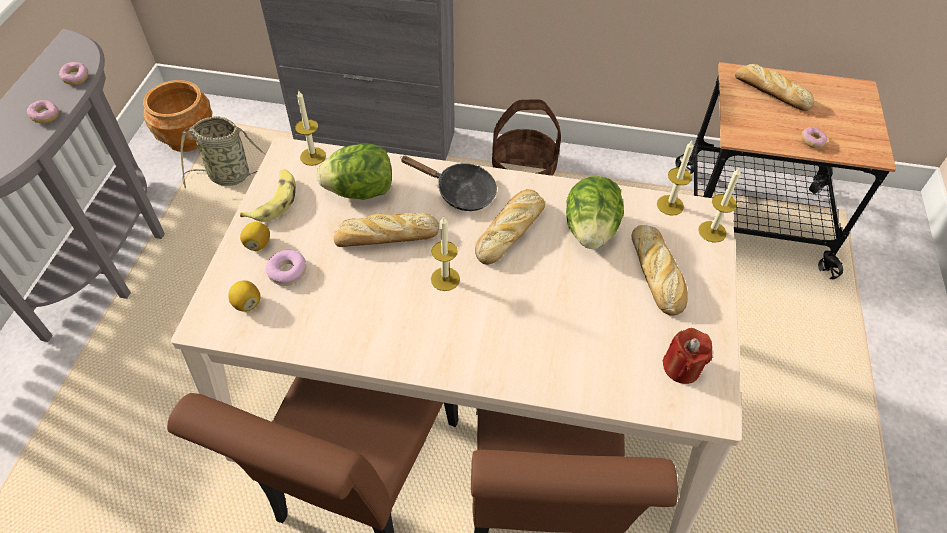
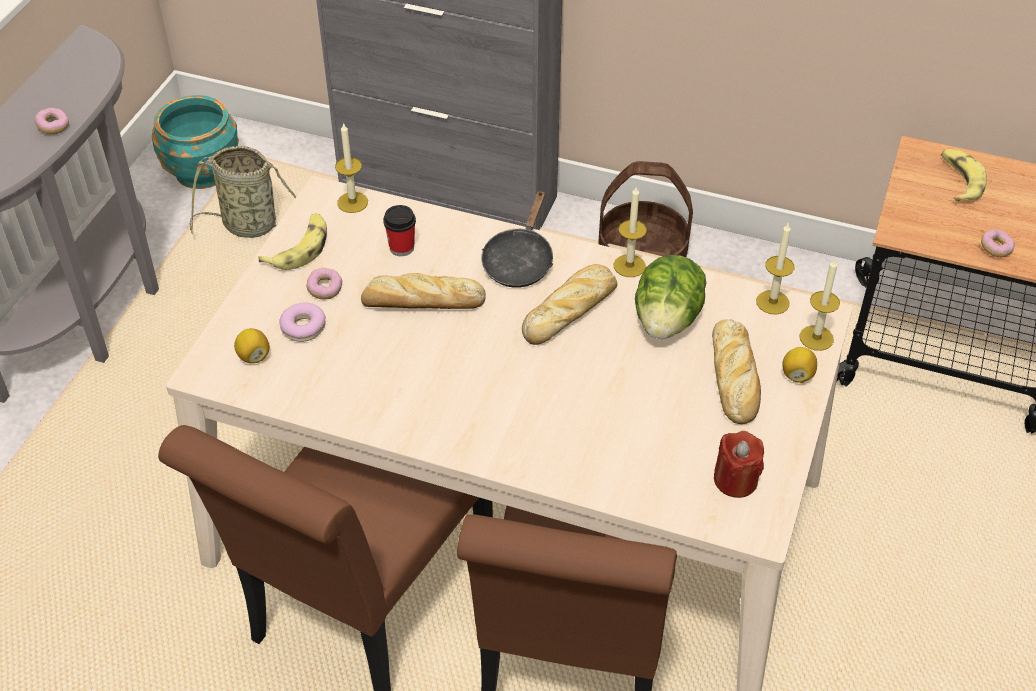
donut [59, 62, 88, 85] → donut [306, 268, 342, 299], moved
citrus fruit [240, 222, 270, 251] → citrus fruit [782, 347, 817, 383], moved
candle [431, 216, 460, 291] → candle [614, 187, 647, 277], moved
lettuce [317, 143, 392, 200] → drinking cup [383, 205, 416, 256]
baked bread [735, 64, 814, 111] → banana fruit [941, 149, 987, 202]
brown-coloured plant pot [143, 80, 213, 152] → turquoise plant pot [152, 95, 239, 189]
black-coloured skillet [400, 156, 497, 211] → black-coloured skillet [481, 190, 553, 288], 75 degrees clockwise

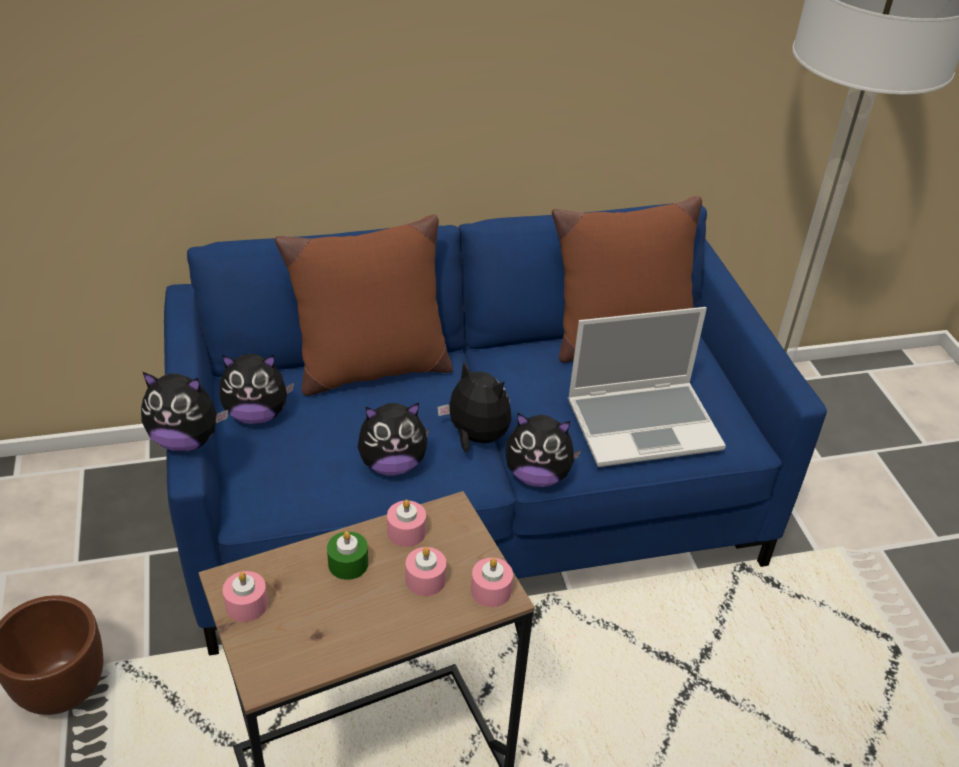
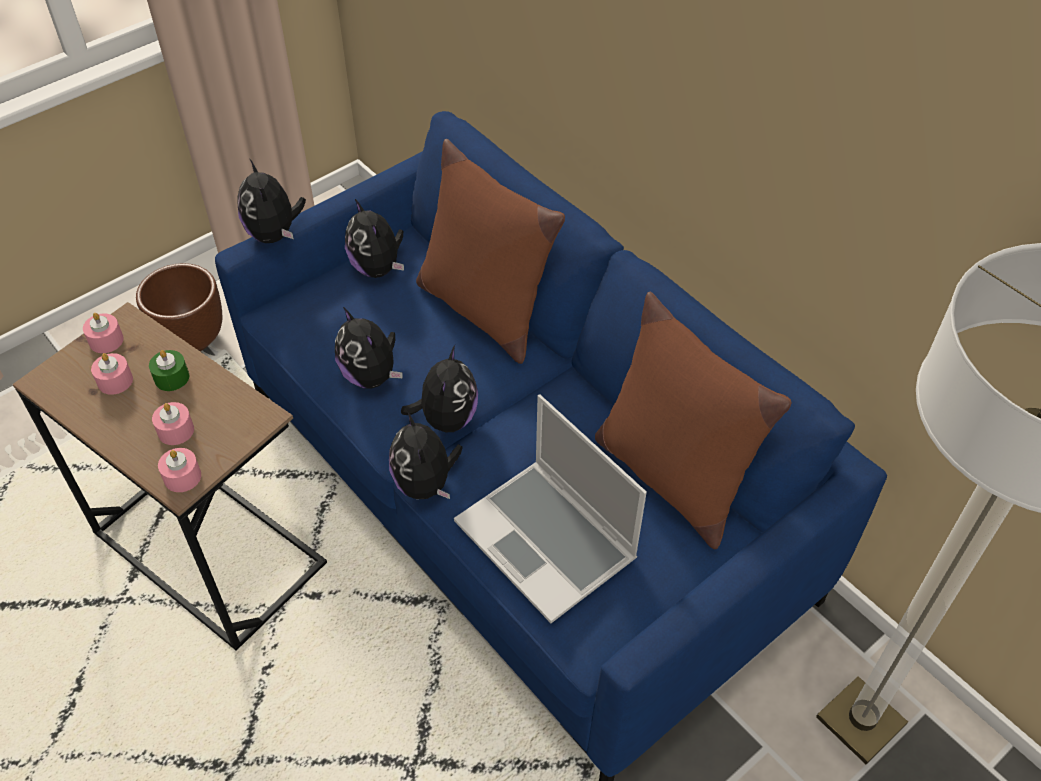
pink candle [387, 500, 426, 547] → pink candle [91, 353, 133, 395], moved

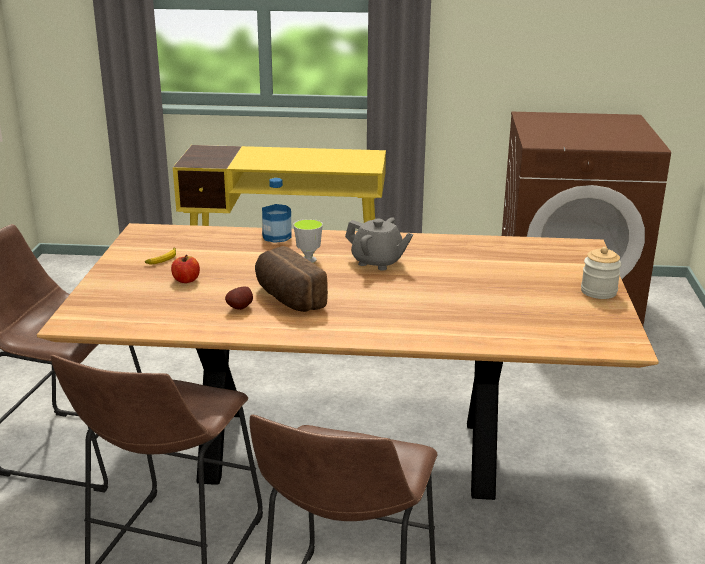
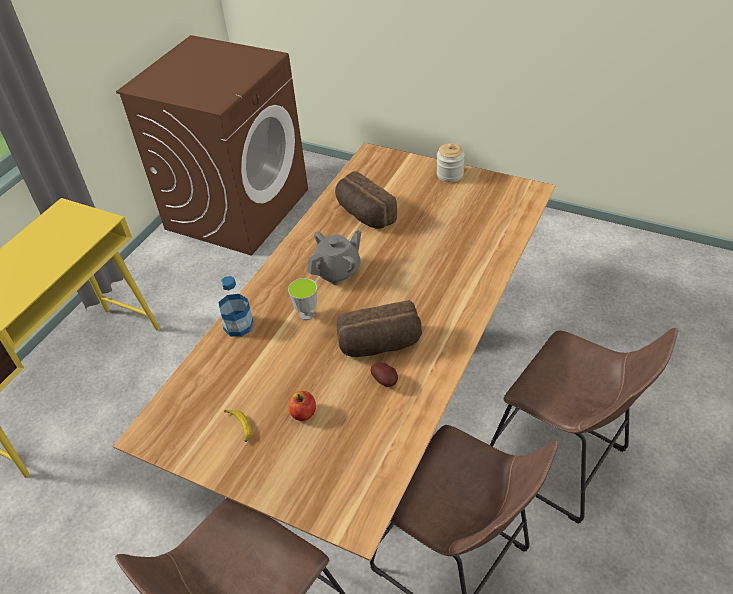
- → baked bread [335, 171, 397, 229]

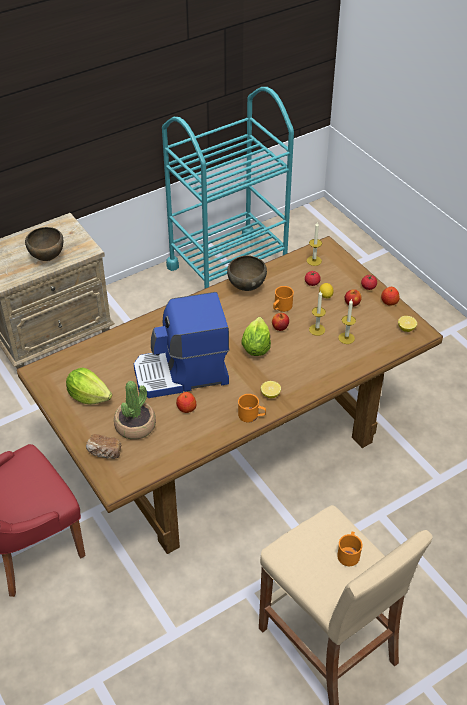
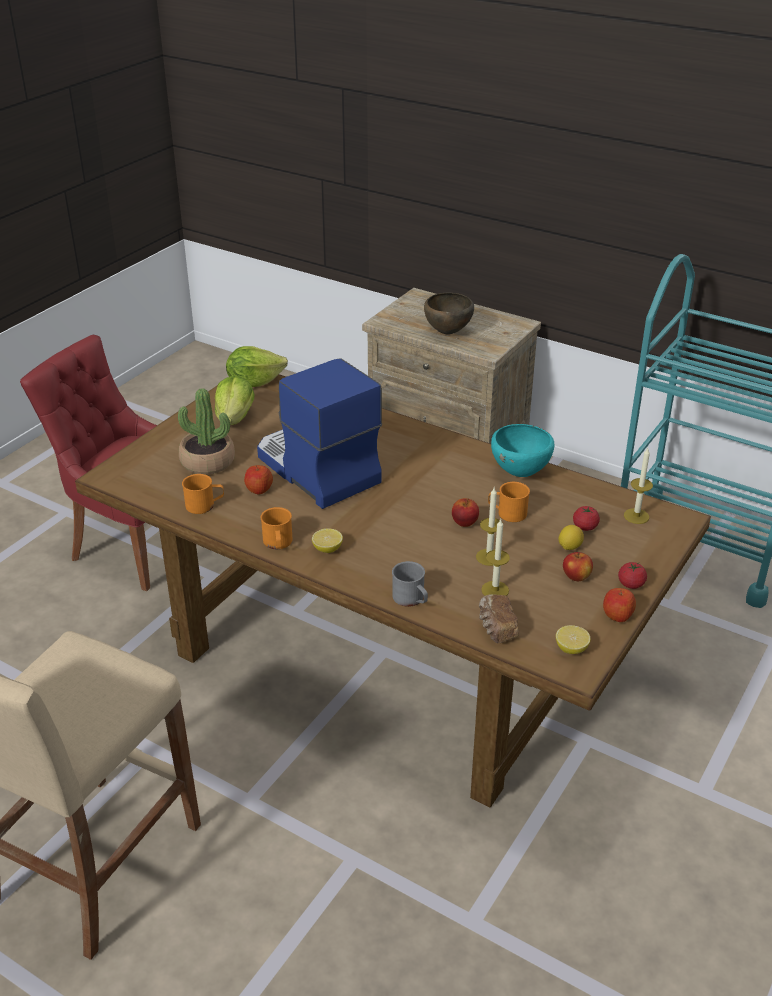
- → greyish mug [392, 561, 428, 607]
baked bread [86, 434, 121, 459] → baked bread [479, 594, 519, 643], moved
lettuce [241, 317, 271, 356] → lettuce [226, 346, 288, 387], moved
orangey mug [337, 532, 363, 566] → orangey mug [182, 474, 224, 514], moved
brown-coloured deep dish [227, 255, 267, 291] → turquoise deep dish [491, 424, 554, 477]

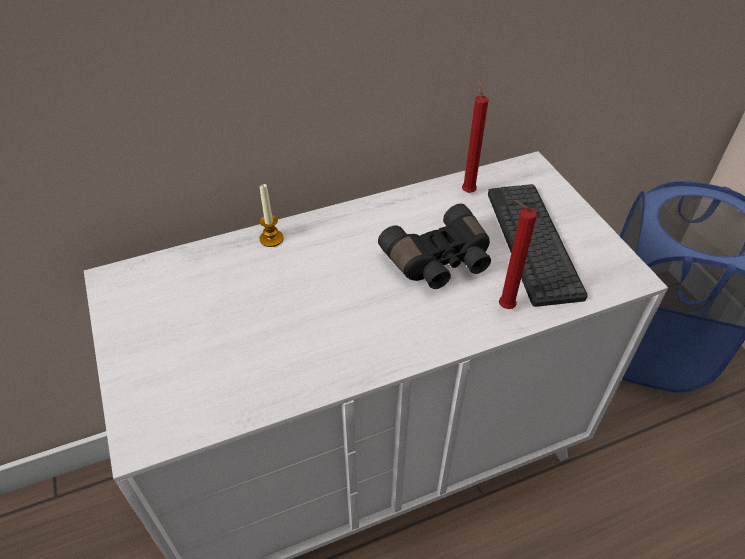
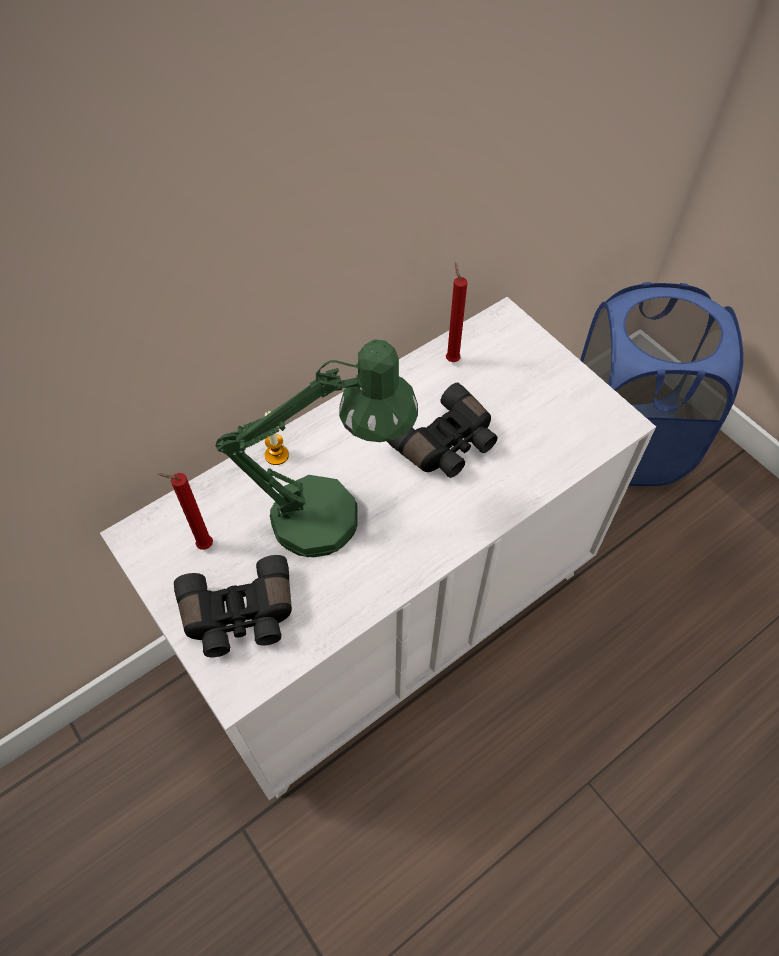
PC keyboard [488, 184, 588, 307] → -
- → black-coloured field glasses [174, 555, 292, 657]
- → greenish lamp for a table [216, 339, 418, 557]
reddish candle [499, 200, 537, 309] → reddish candle [158, 473, 213, 550], moved

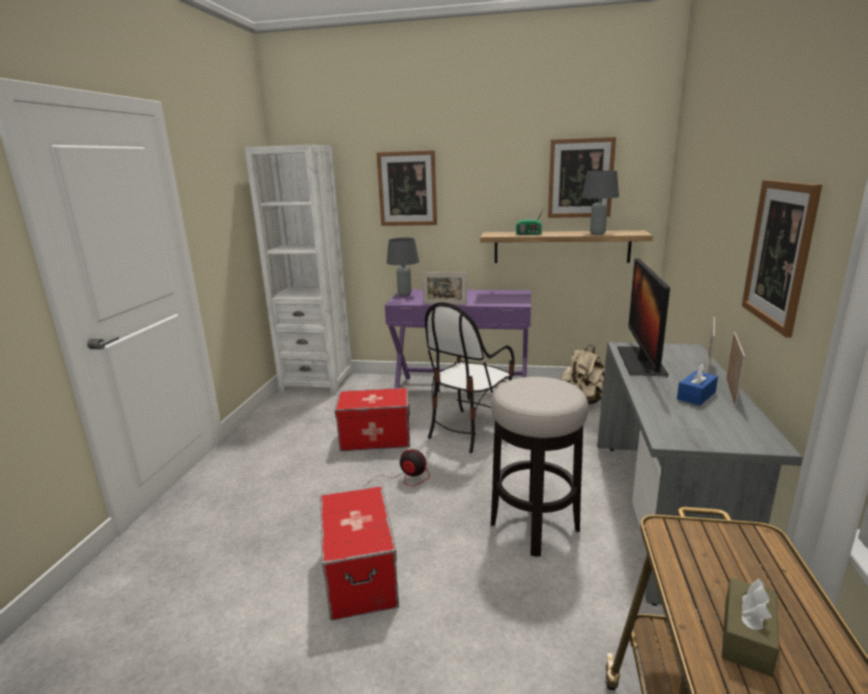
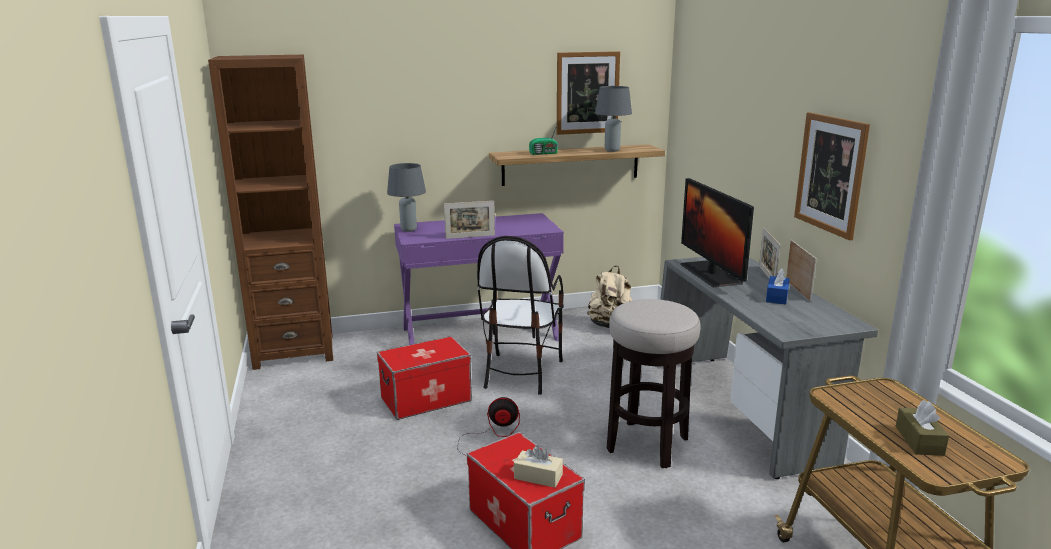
wall picture [377, 150, 437, 226] → -
- → beige-coloured tissue box [514, 445, 563, 488]
white bookcase [245, 145, 353, 394] → brown-coloured bookcase [208, 55, 333, 370]

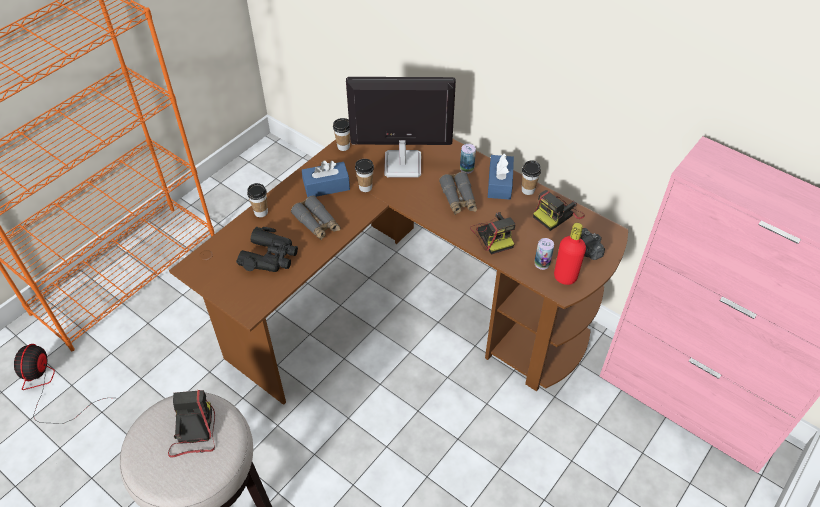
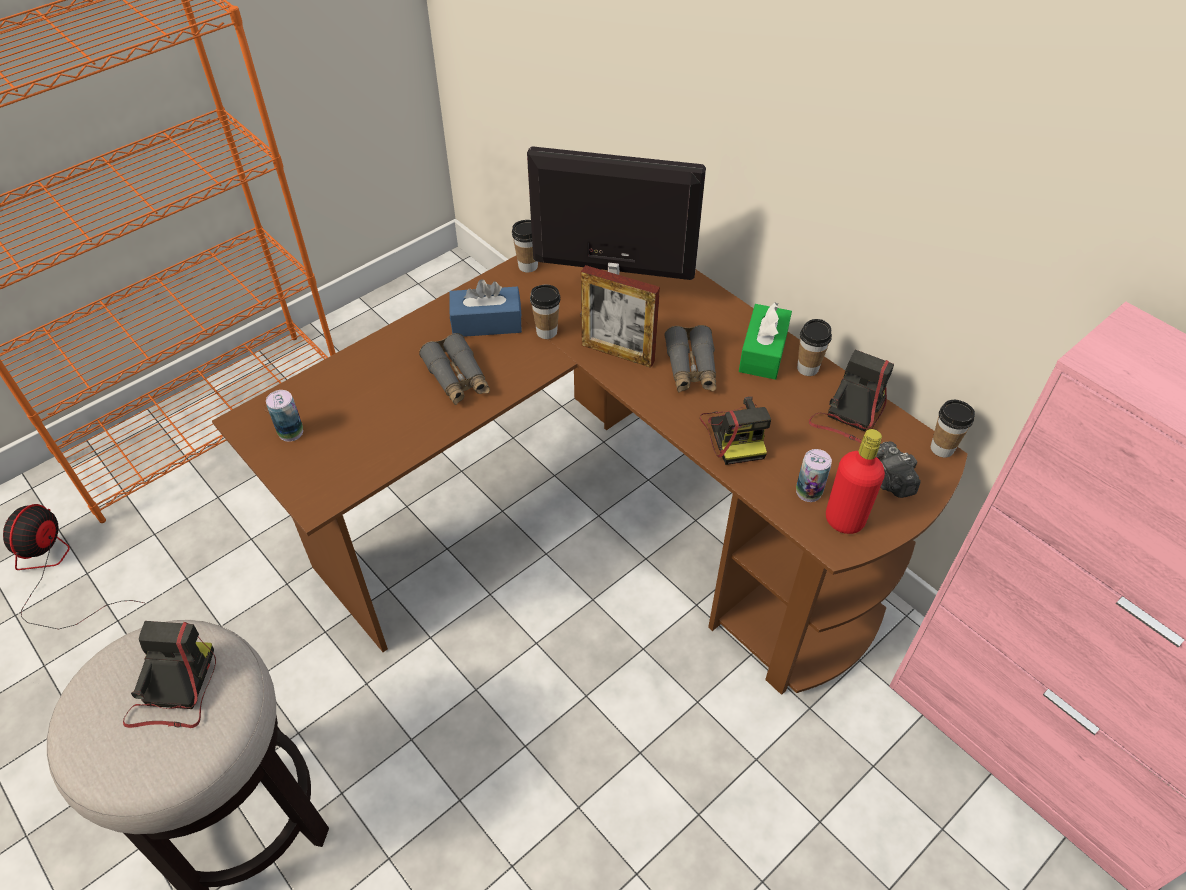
black-coloured field glasses [236, 227, 298, 272] → -
- → standing frame [581, 265, 660, 368]
drinking cup [247, 183, 268, 217] → drinking cup [931, 400, 975, 458], moved
metal can [460, 144, 476, 174] → metal can [266, 390, 303, 442], moved
blue-coloured tissue box [488, 153, 514, 200] → greenish tissue box [739, 302, 792, 380]
photo camera [533, 190, 585, 231] → photo camera [809, 350, 894, 443], 150 degrees clockwise

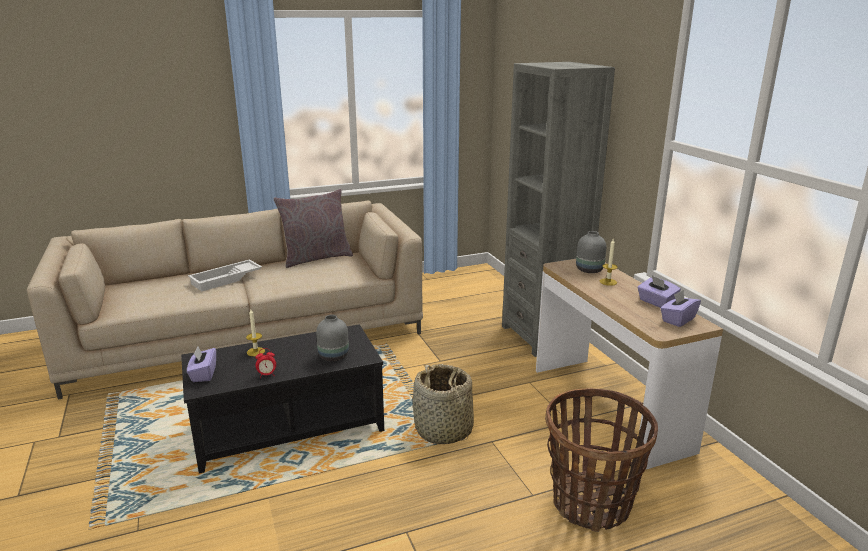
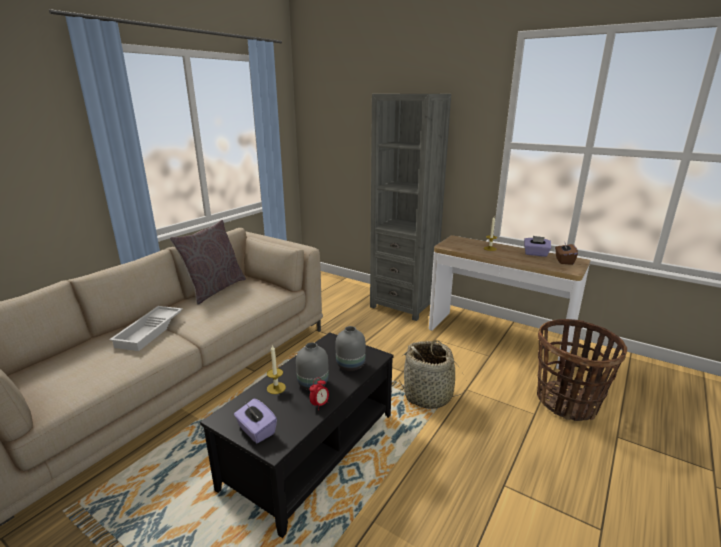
greyish vase [576, 231, 607, 273] → greyish vase [296, 343, 329, 390], moved
purple-coloured tissue box [660, 290, 701, 327] → brown-coloured tissue box [555, 241, 578, 265]

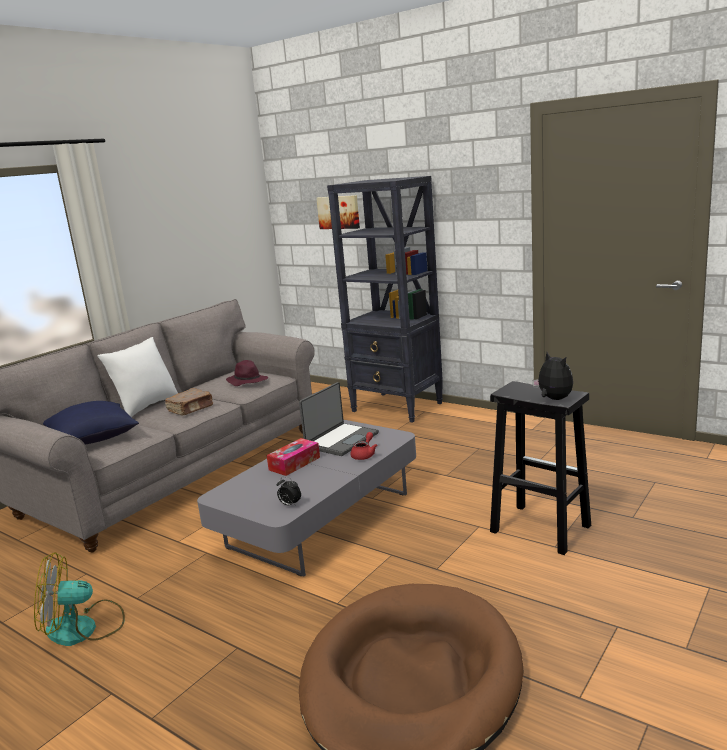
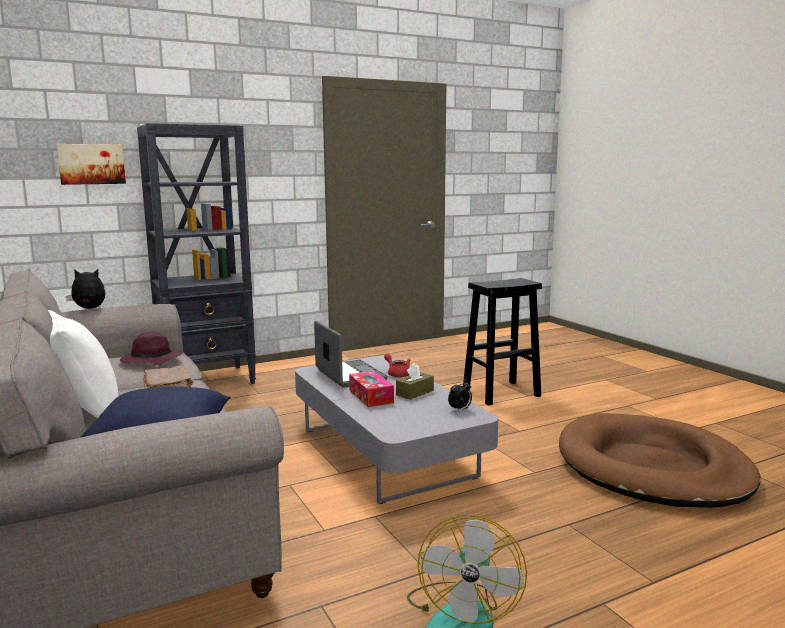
- → brown-coloured tissue box [396, 363, 434, 400]
plush toy [532, 352, 573, 400] → plush toy [66, 269, 105, 309], moved

